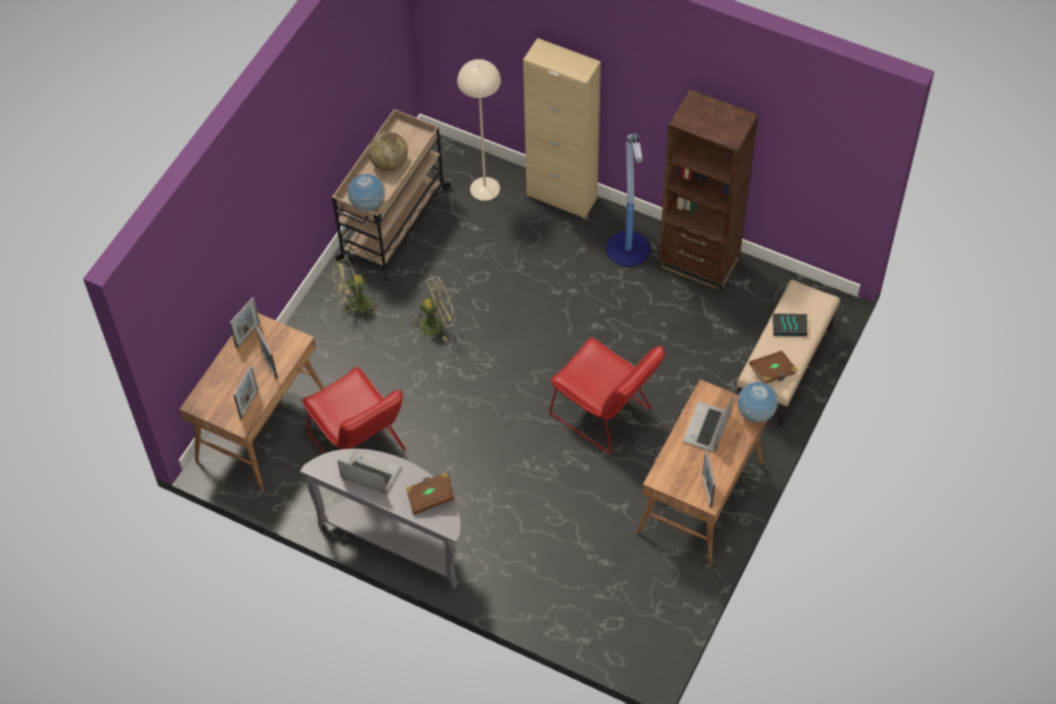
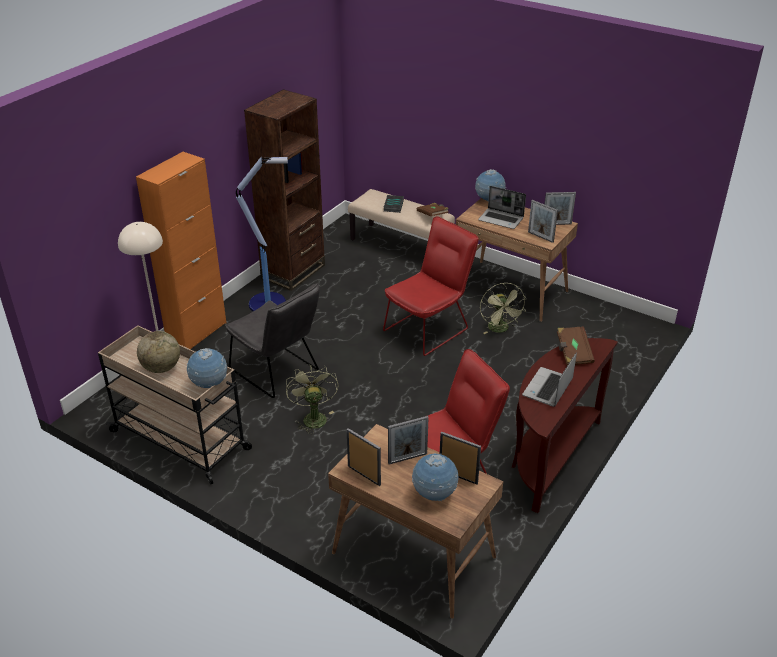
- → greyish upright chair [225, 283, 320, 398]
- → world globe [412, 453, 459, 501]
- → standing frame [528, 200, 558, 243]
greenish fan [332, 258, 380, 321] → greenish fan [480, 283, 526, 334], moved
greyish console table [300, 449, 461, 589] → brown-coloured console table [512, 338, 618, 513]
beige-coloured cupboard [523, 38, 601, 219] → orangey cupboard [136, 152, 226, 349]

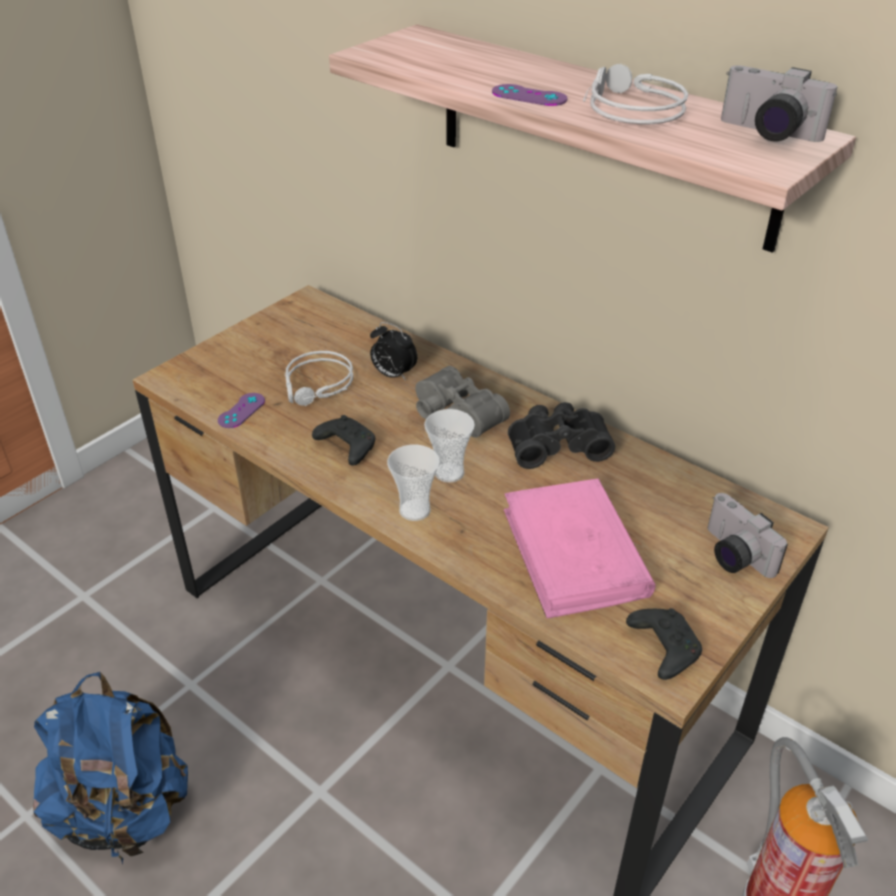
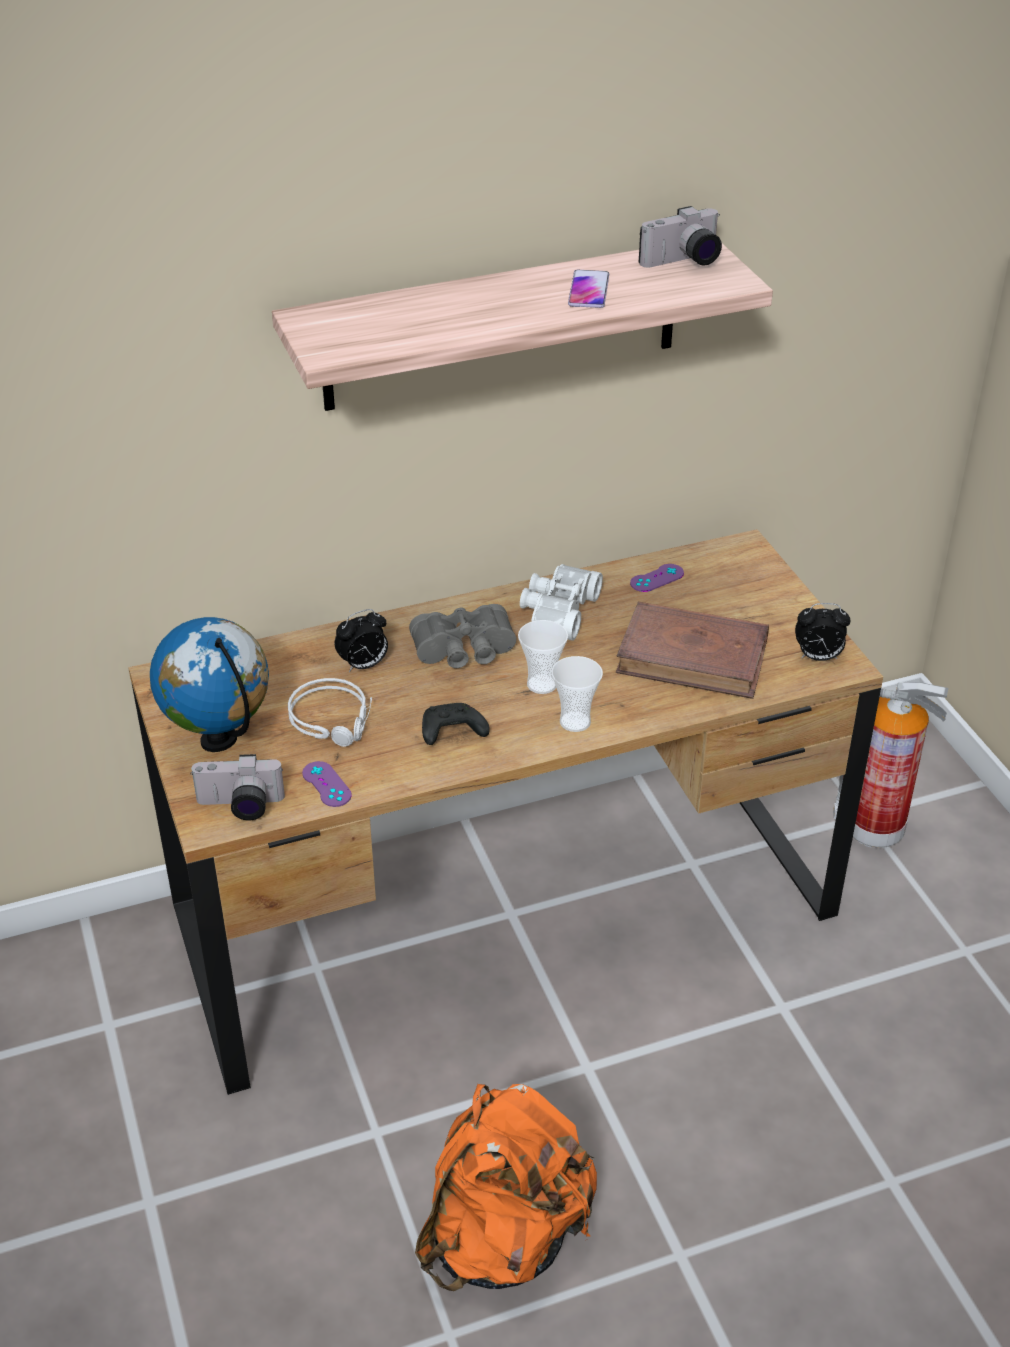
- → world globe [150, 617, 269, 752]
purple-coloured gamepad [492, 84, 567, 106] → purple-coloured gamepad [630, 564, 684, 592], moved
photo camera [708, 493, 788, 578] → photo camera [190, 754, 285, 821], moved
greyish headphones [583, 63, 688, 124] → phone [568, 270, 609, 308]
black-coloured gamepad [626, 608, 702, 680] → alarm clock [795, 603, 850, 661]
blue-coloured knapsack [33, 672, 188, 866] → orangey knapsack [415, 1084, 597, 1291]
pink volume [504, 478, 656, 618] → brown-coloured volume [616, 601, 769, 699]
black-coloured field glasses [508, 402, 615, 469] → white field glasses [520, 564, 603, 641]

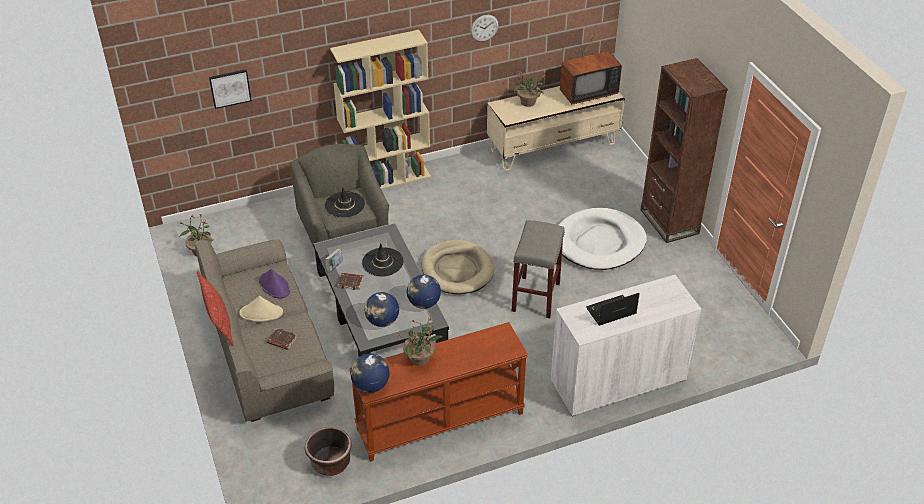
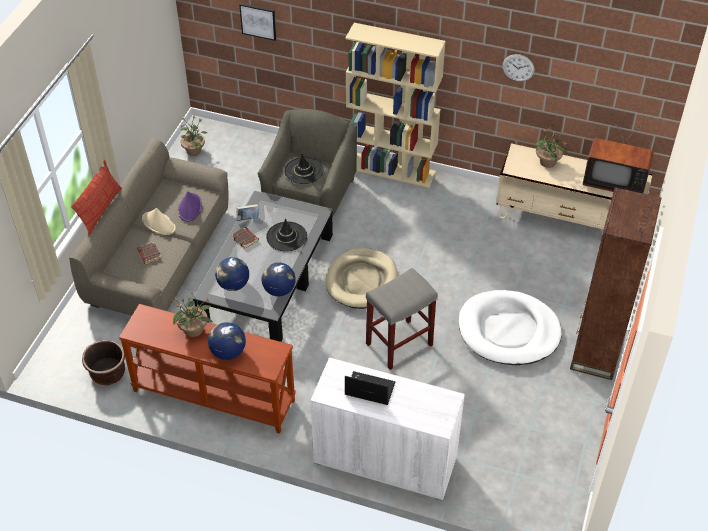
world globe [350, 354, 390, 393] → world globe [208, 322, 246, 360], moved

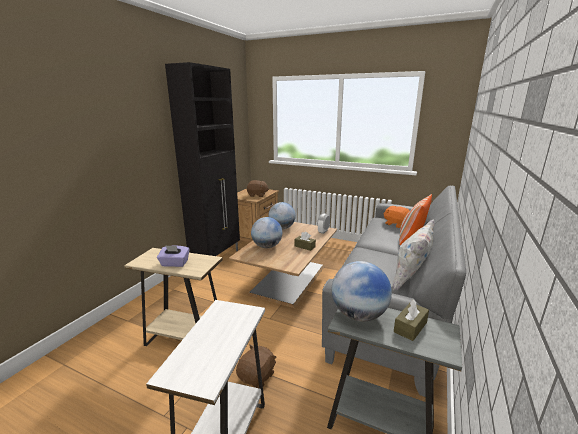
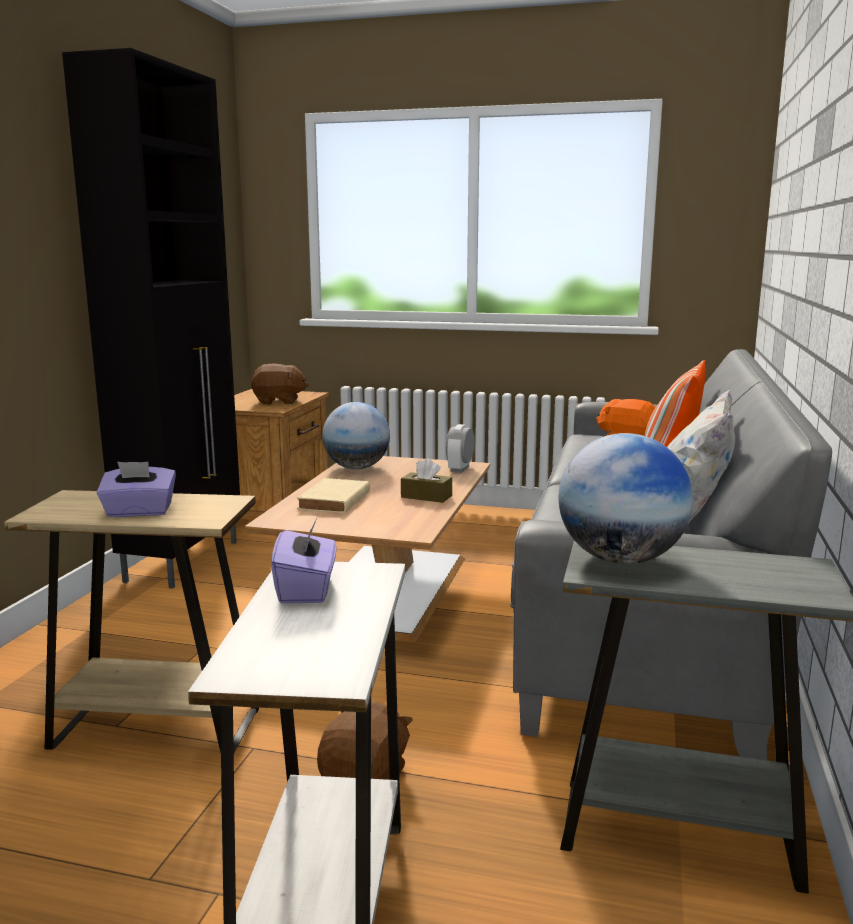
brown-coloured tissue box [394, 299, 429, 341] → -
- → purple-coloured tissue box [271, 518, 336, 604]
world globe [251, 217, 282, 248] → beige-coloured volume [297, 478, 370, 513]

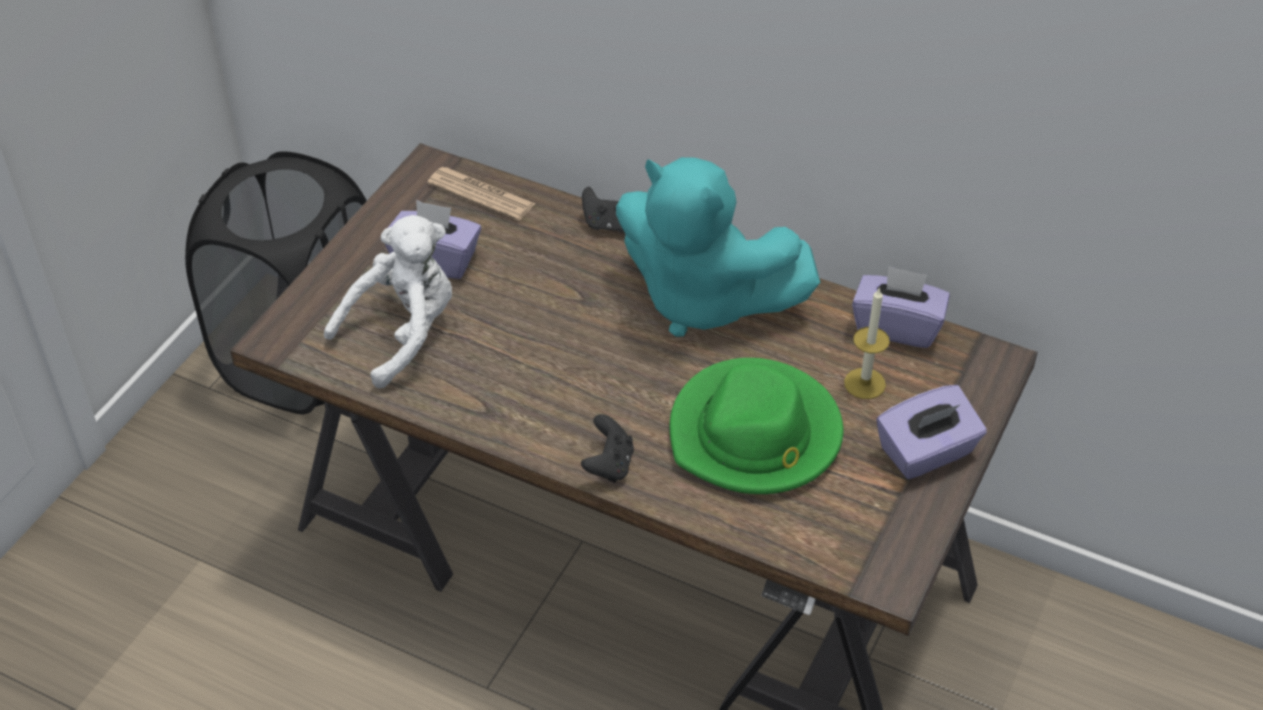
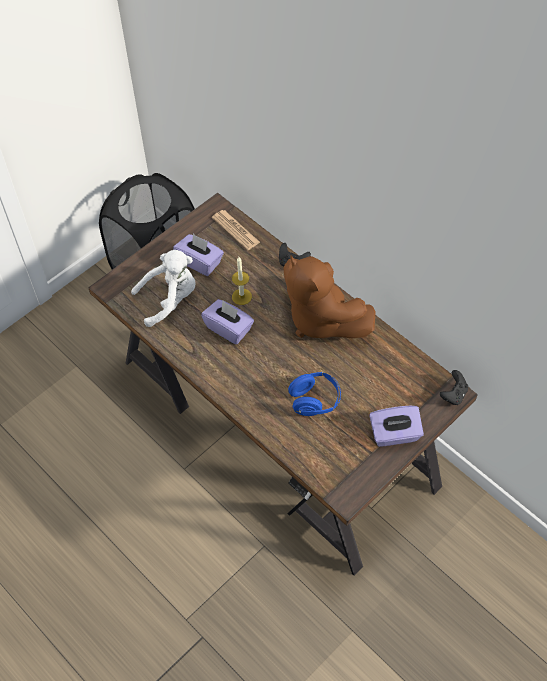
black-coloured gamepad [581, 414, 634, 483] → black-coloured gamepad [440, 370, 468, 405], moved
candle [844, 287, 890, 399] → candle [232, 257, 252, 305], moved
purple-coloured tissue box [852, 266, 950, 348] → purple-coloured tissue box [201, 299, 254, 344], moved
greenish wearable hat [670, 358, 843, 494] → blue-coloured headphones [288, 372, 341, 416]
turquoise plush toy [616, 157, 820, 337] → brown-coloured plush toy [283, 255, 376, 338]

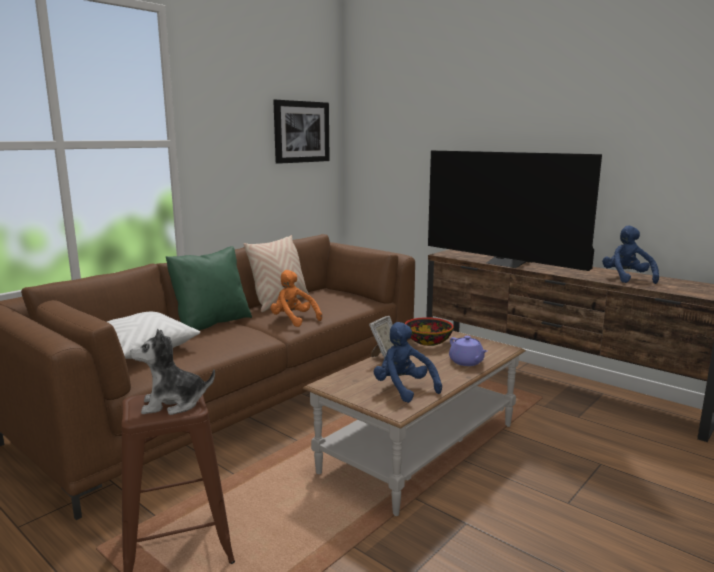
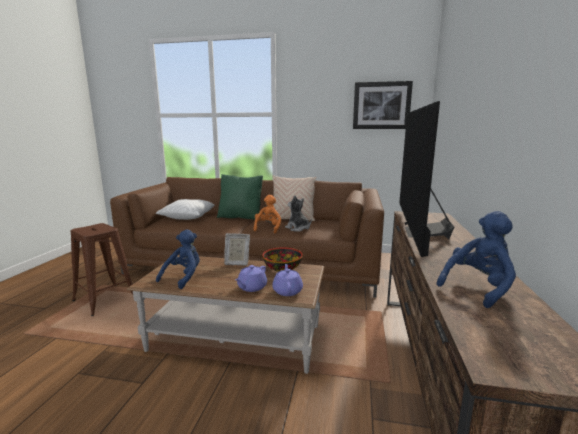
- → purple-coloured tea pot [272, 264, 303, 296]
plush toy [130, 329, 215, 415] → plush toy [285, 195, 312, 232], moved

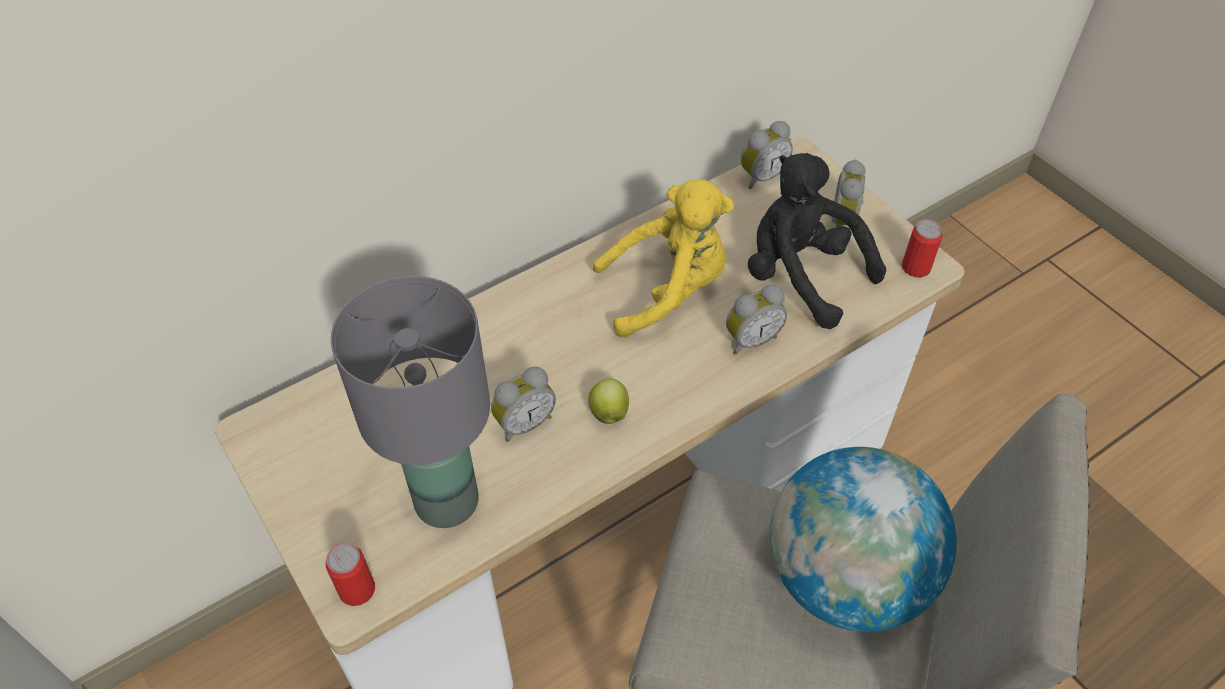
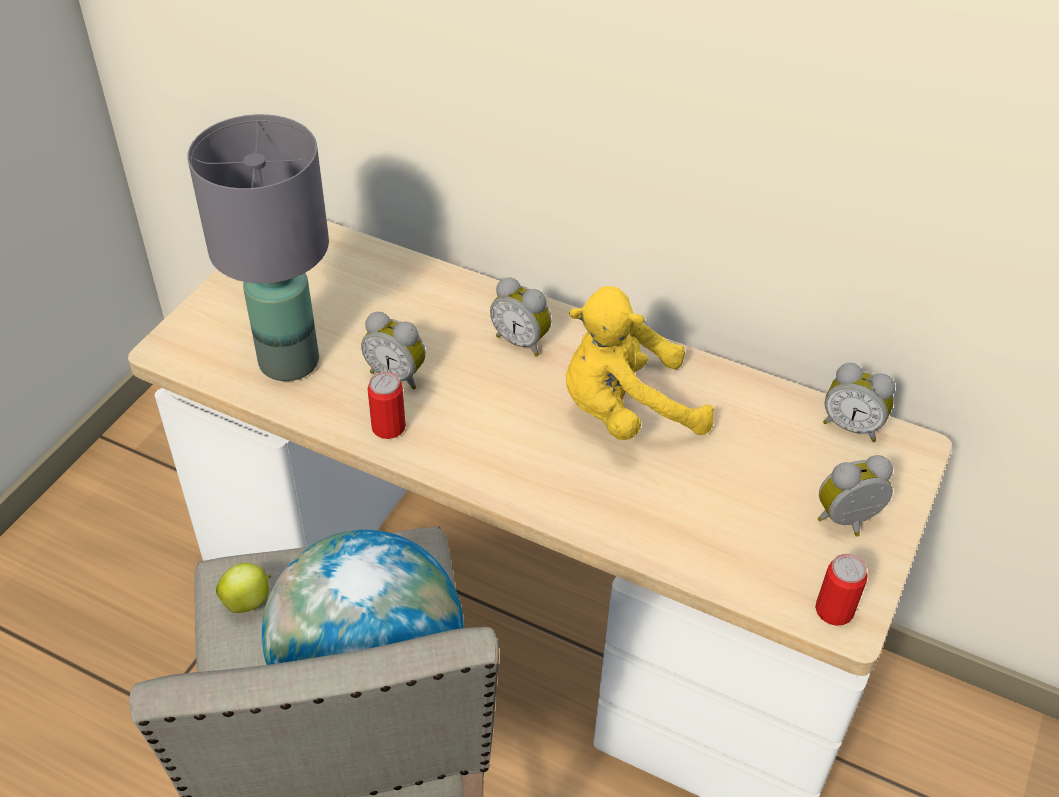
black-coloured plush toy [748, 153, 886, 329] → -
metal can [326, 543, 375, 606] → metal can [367, 372, 406, 439], moved
apple fruit [588, 378, 629, 424] → apple fruit [216, 563, 271, 613], moved
alarm clock [726, 284, 787, 355] → alarm clock [490, 277, 551, 357], moved
yellow-coloured plush toy [593, 179, 734, 338] → yellow-coloured plush toy [565, 286, 714, 440], 120 degrees clockwise

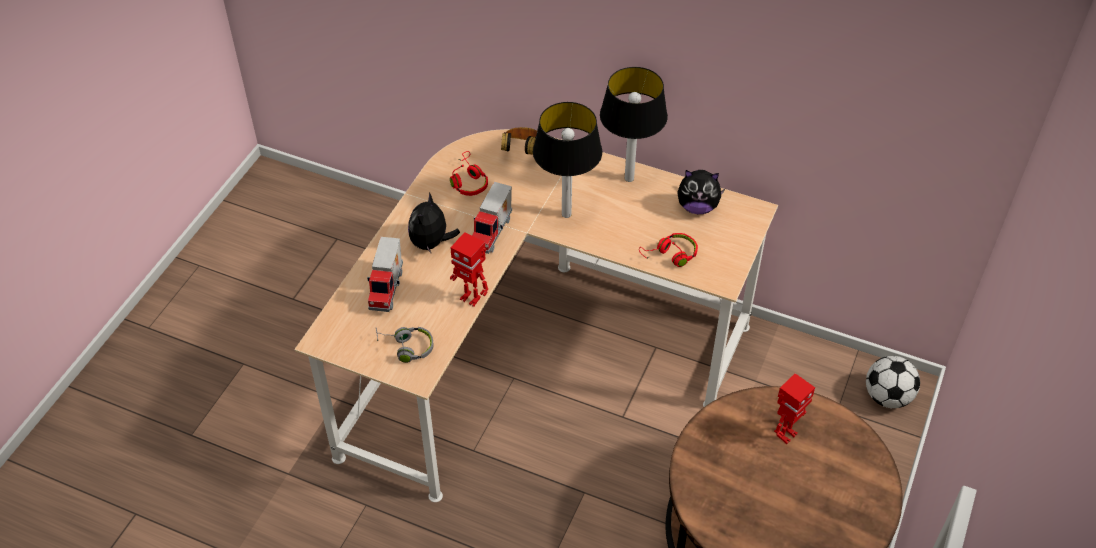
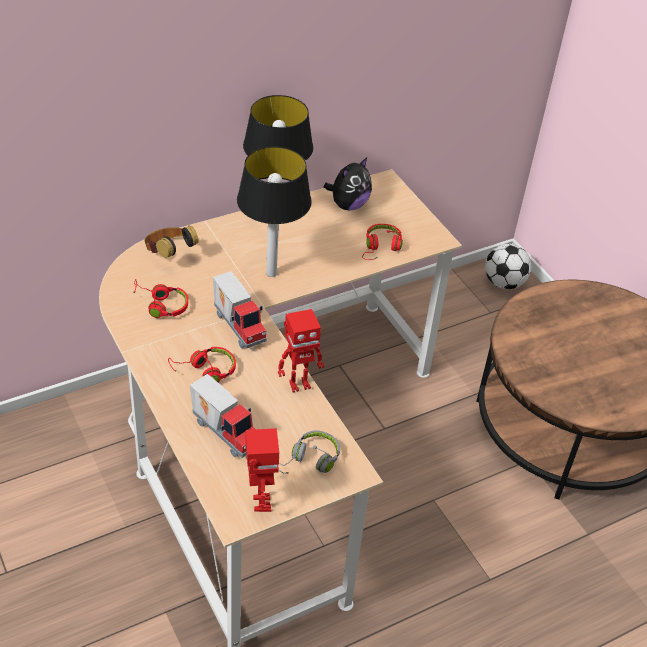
robot figure [774, 373, 815, 444] → robot figure [246, 428, 279, 512], moved
plush toy [408, 192, 460, 253] → reddish headphones [168, 347, 236, 382]

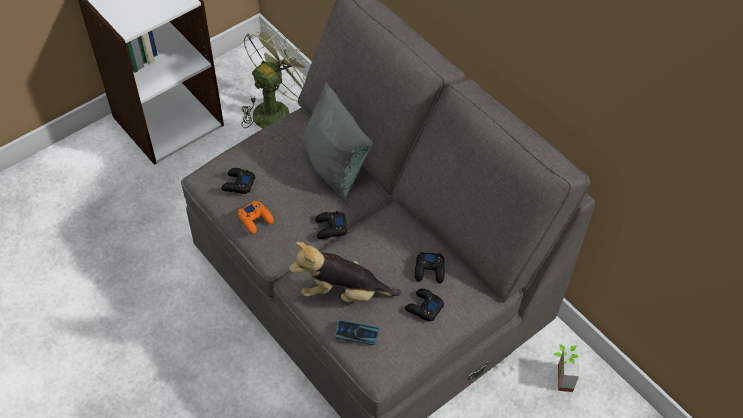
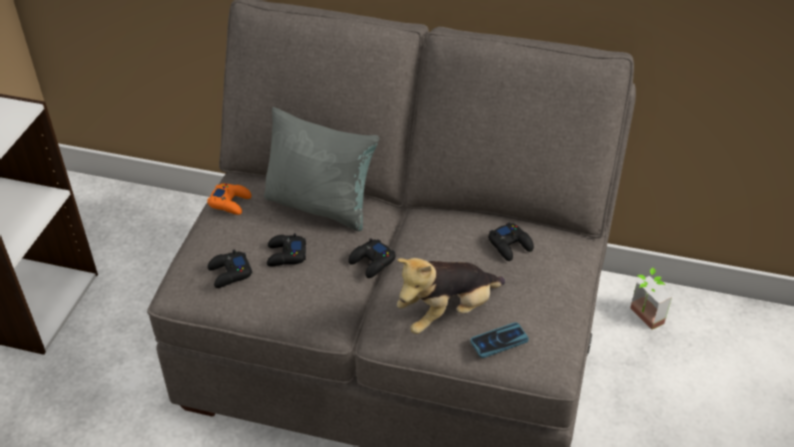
greenish fan [241, 25, 310, 128] → -
orangey gamepad [238, 201, 274, 234] → orangey gamepad [207, 184, 252, 215], moved
black-coloured gamepad [405, 288, 444, 321] → black-coloured gamepad [267, 233, 306, 266], moved

